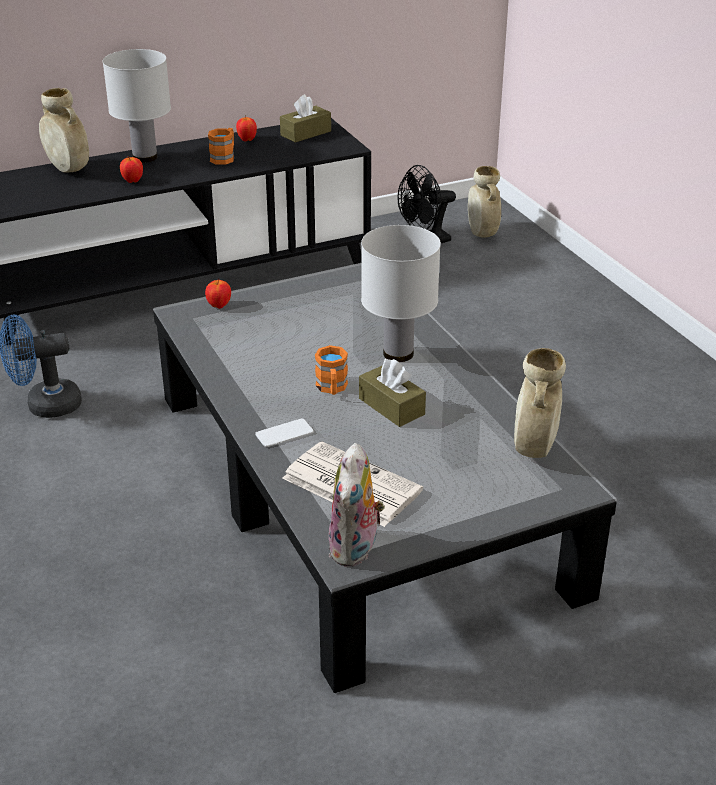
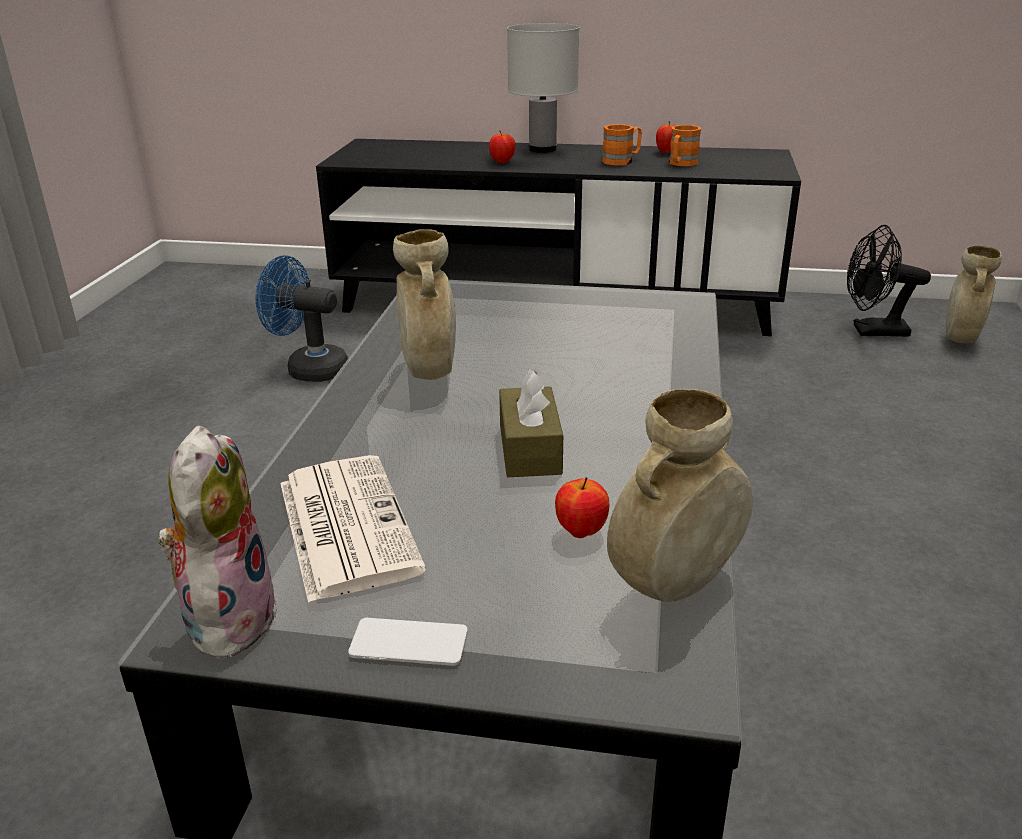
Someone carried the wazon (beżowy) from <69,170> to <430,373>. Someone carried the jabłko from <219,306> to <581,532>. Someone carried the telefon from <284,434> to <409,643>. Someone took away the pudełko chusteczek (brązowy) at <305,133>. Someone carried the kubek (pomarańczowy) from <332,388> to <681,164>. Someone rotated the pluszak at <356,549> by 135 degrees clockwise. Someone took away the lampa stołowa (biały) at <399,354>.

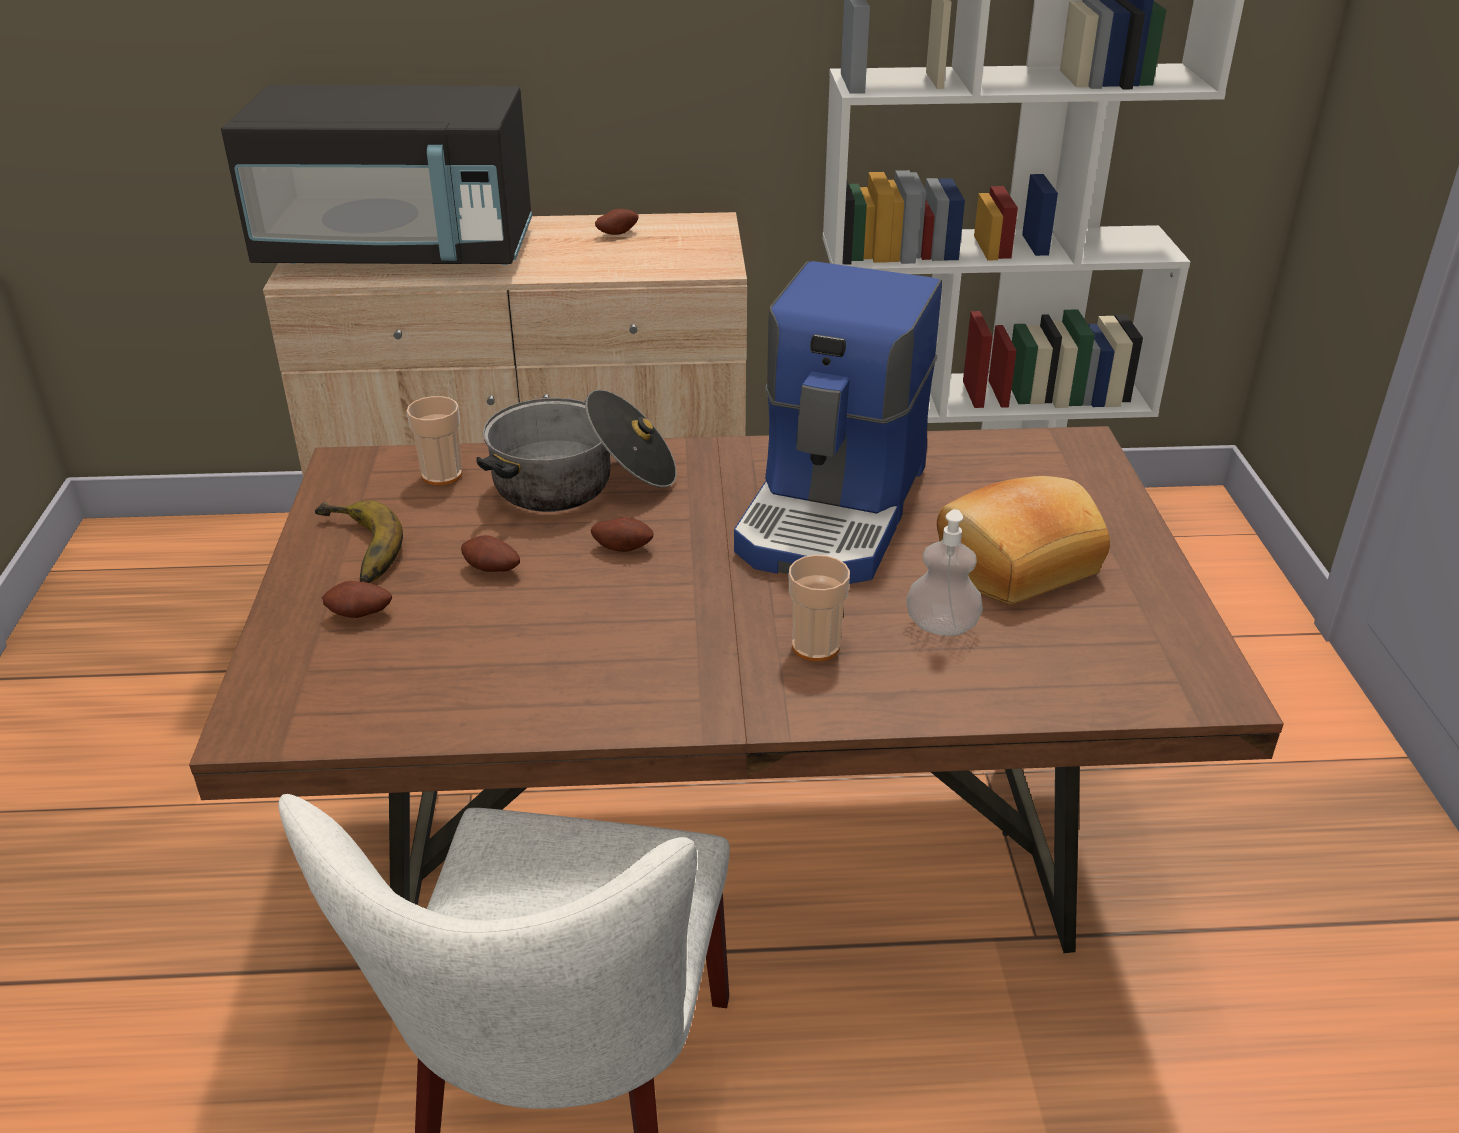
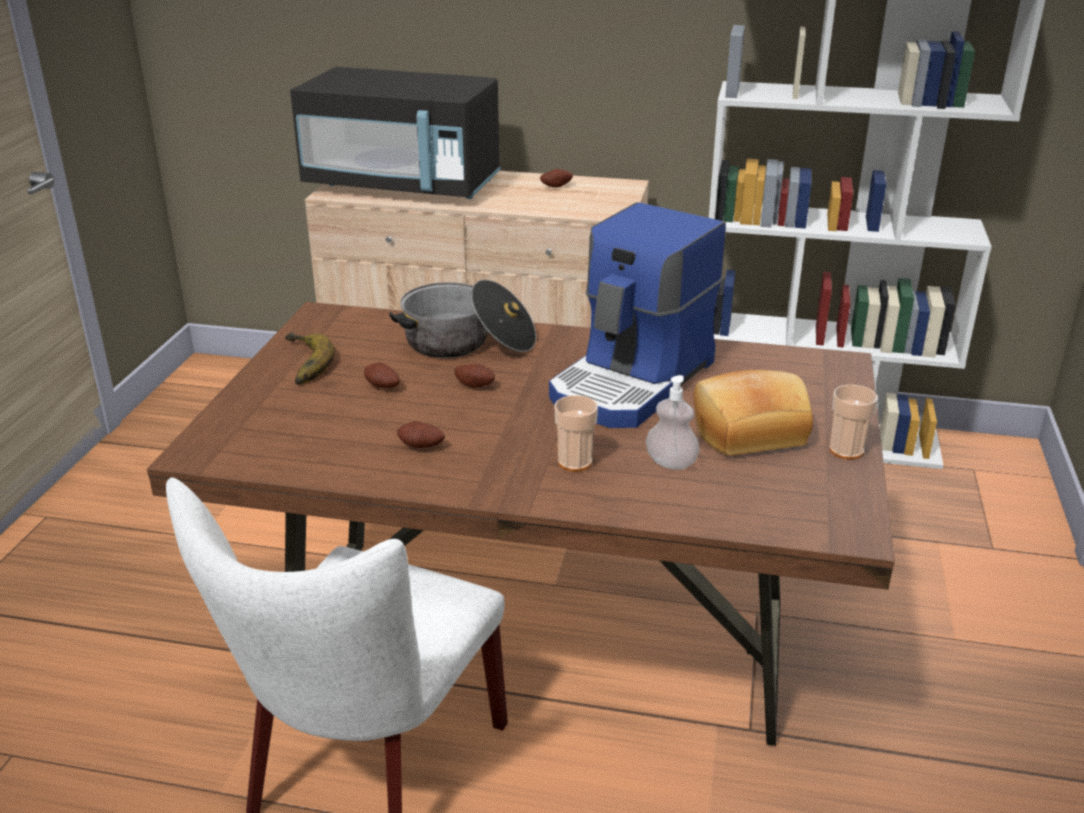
Someone carried the ziemniak from <359,615> to <421,447>. Someone carried the filiżanka from <442,475> to <846,450>.

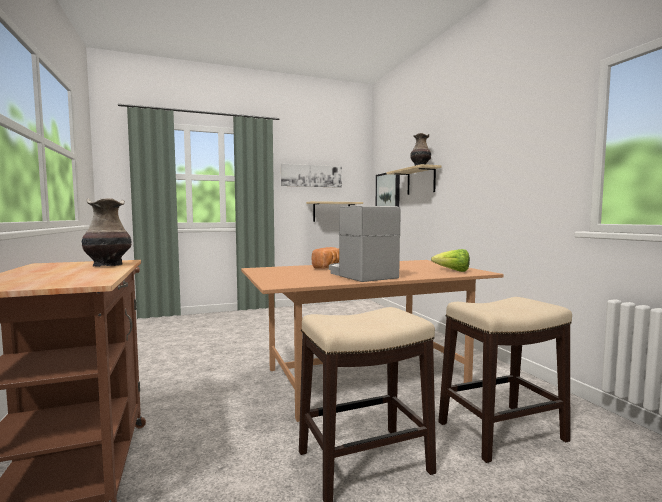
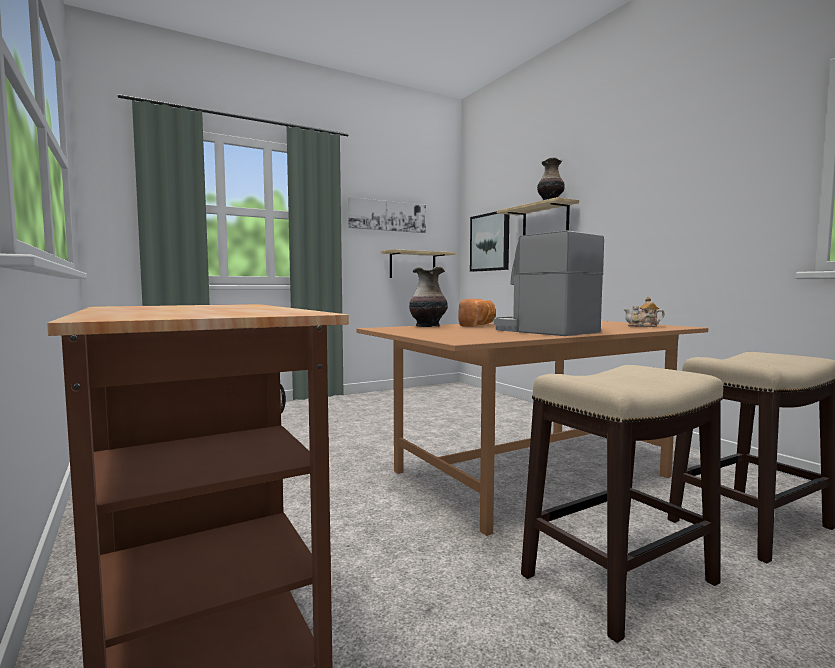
Someone carried the wazon from <107,265> to <427,326>. Someone swapped the sałata at <453,271> for the imbryk at <643,326>.

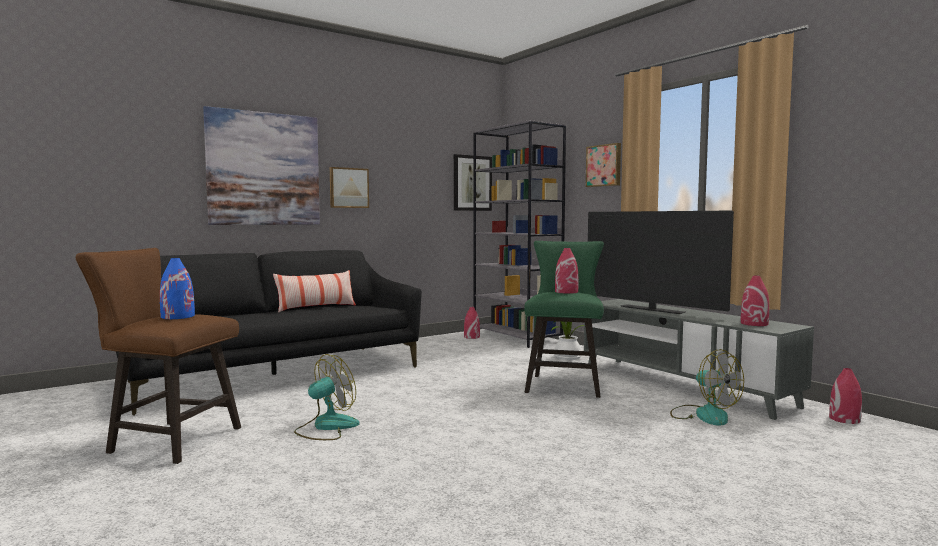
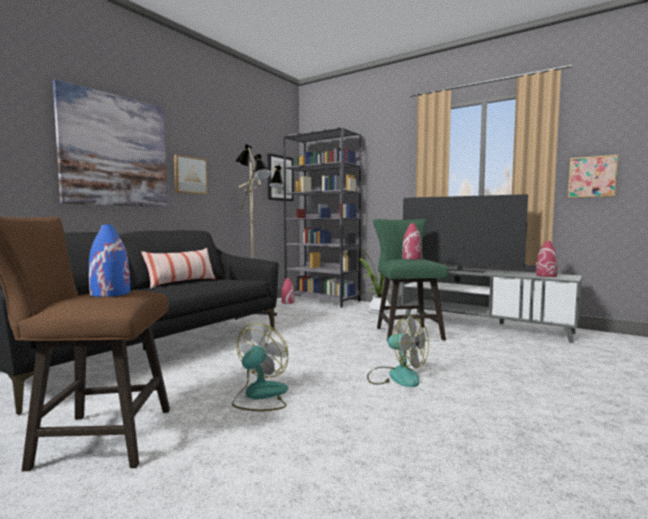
Someone carried the obraz from <604,165> to <592,177>. Someone carried the wentylator from <703,415> to <396,376>. Someone took away the wazon (czerwony) at <844,419>. Someone put down the lampa stojąca at <257,314>.

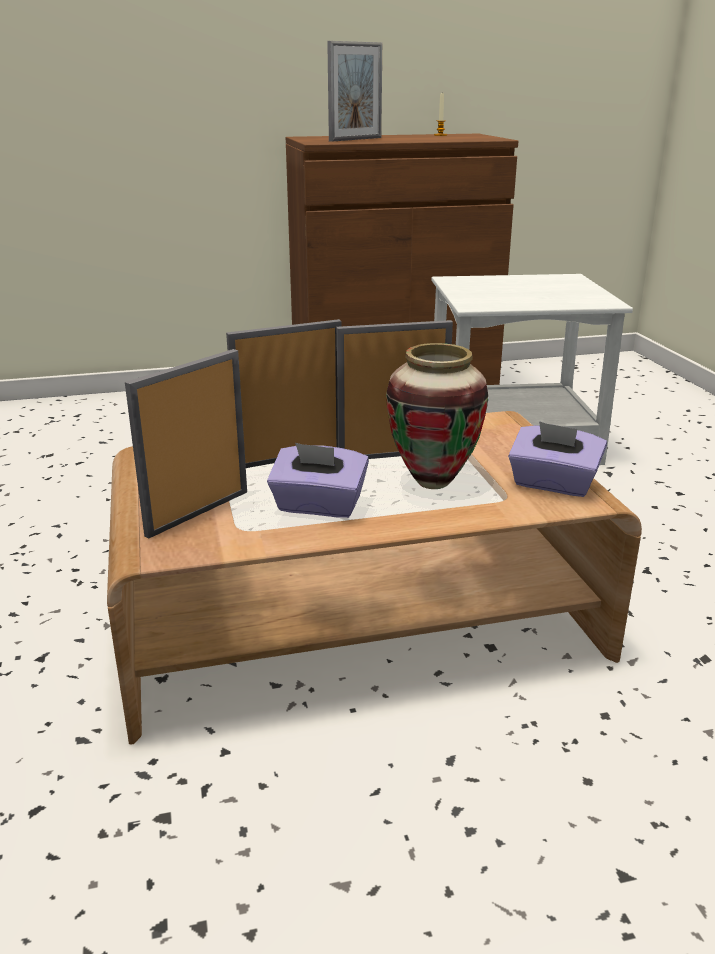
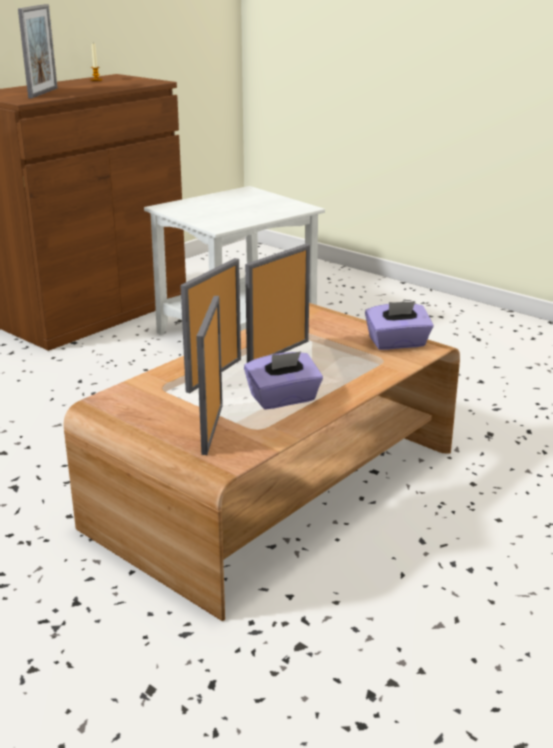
Someone took away the wazon at <433,482>.

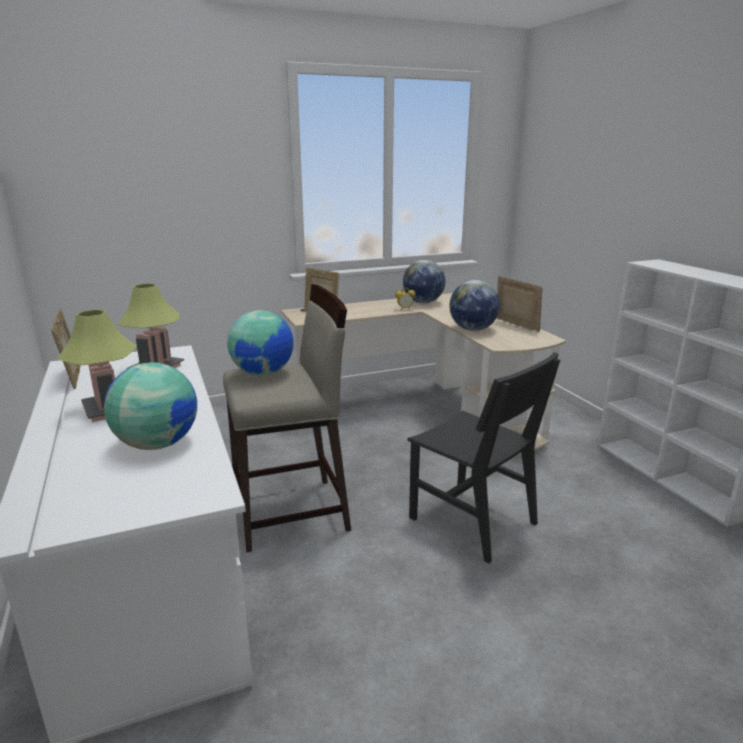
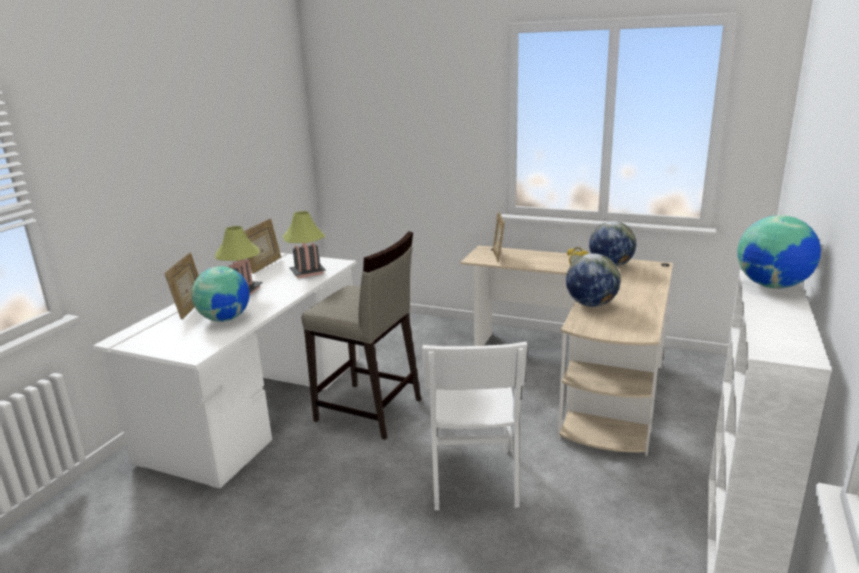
Someone carried the globus from <263,373> to <772,286>. Someone repainted the krzesło (czarny) at <472,521>, which became the krzesło (biały) at <473,477>. Someone carried the ramka na zdjęcie from <516,326> to <190,308>.

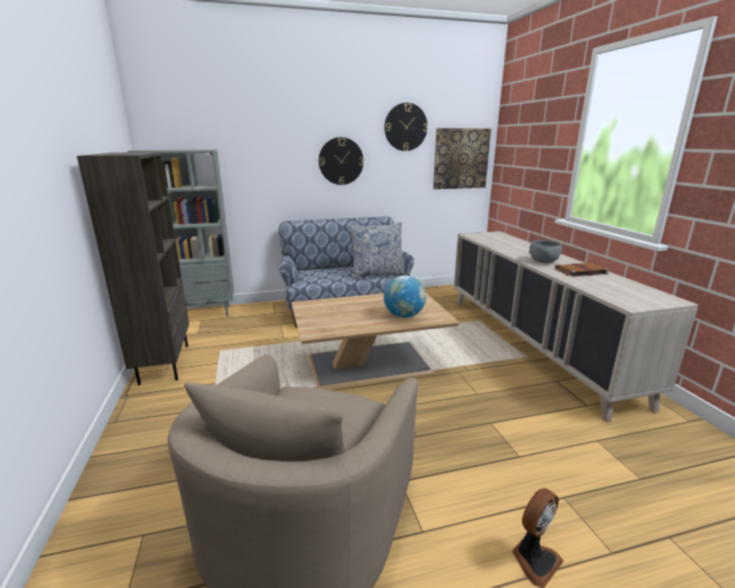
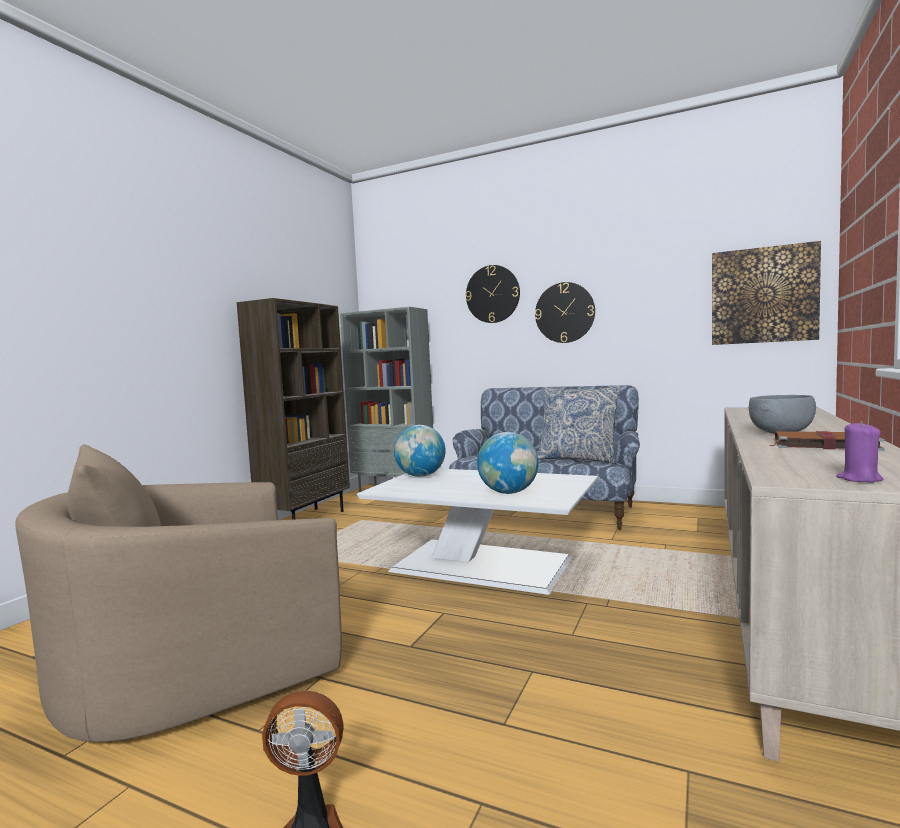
Someone repainted the ława (brązowy) at <371,363>, which became the ława (biały) at <485,564>. Someone carried the zegar ścienny from <405,127> to <492,294>. Someone put down the globus at <421,476>. Someone put down the świeca (fioletowy) at <859,479>.

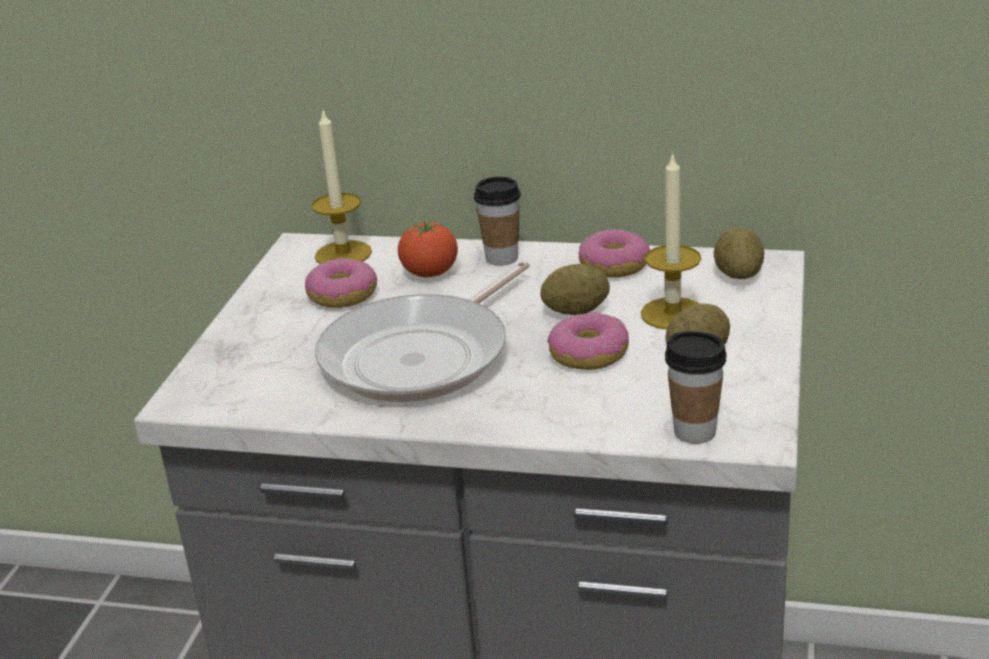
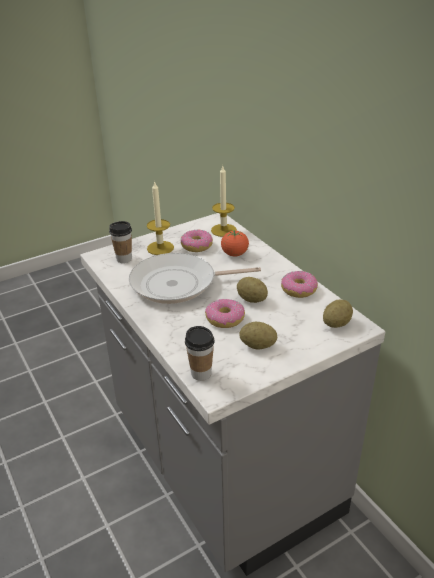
Someone carried the filiżanka from <501,258> to <124,259>. Someone carried the świeca from <673,313> to <160,248>.

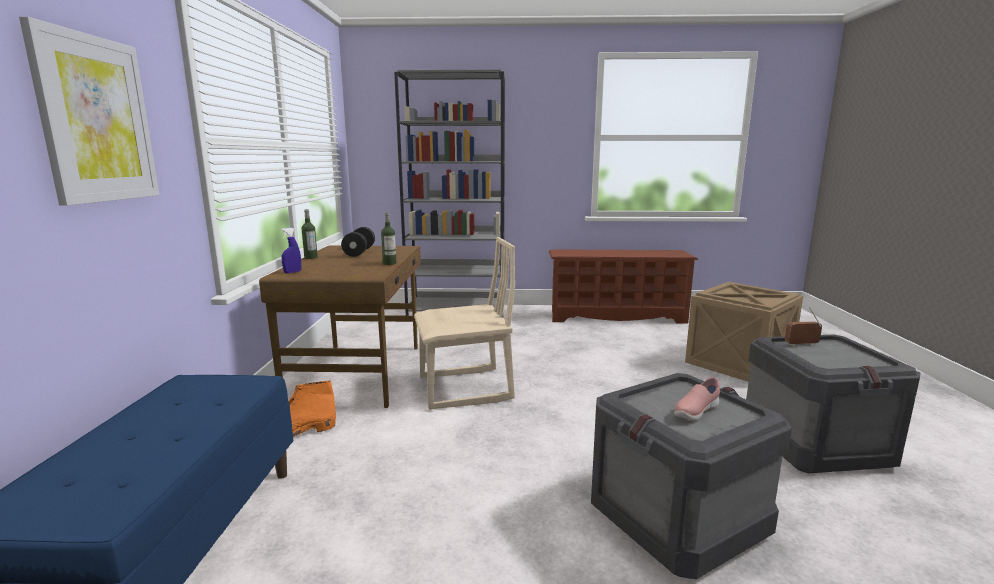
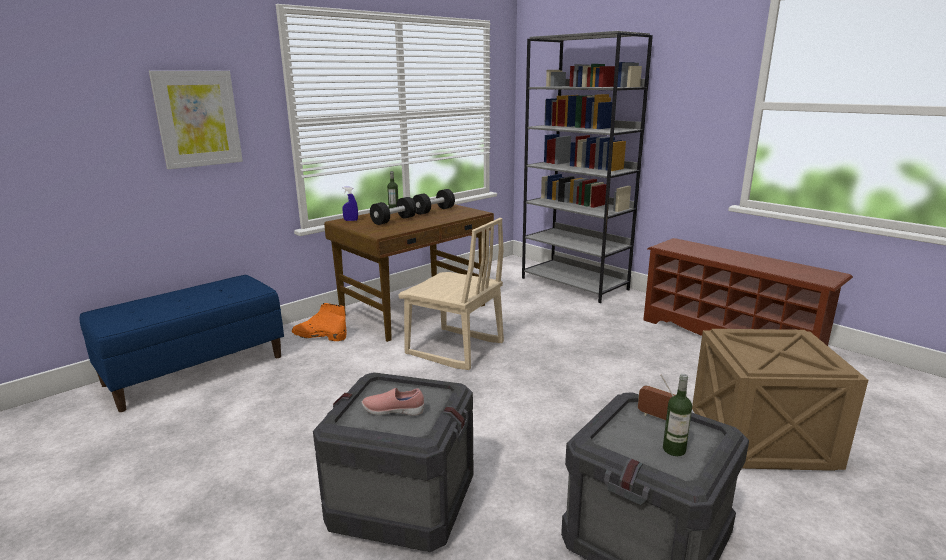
Someone carried the butelka from <389,263> to <674,449>. Someone put down the hantel (czarny) at <394,220>.

